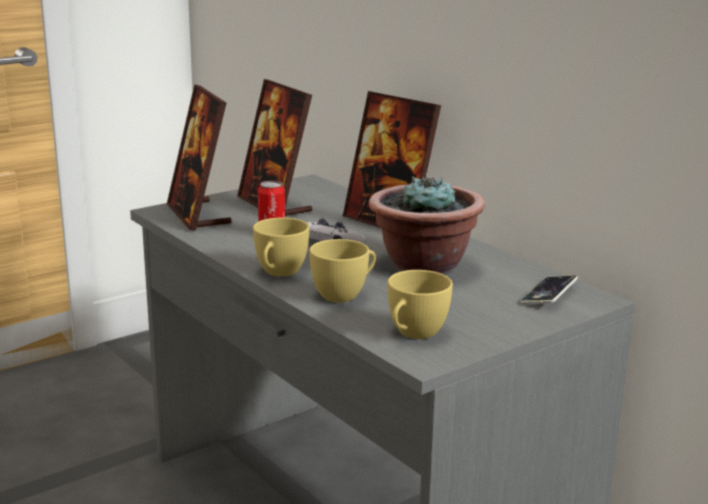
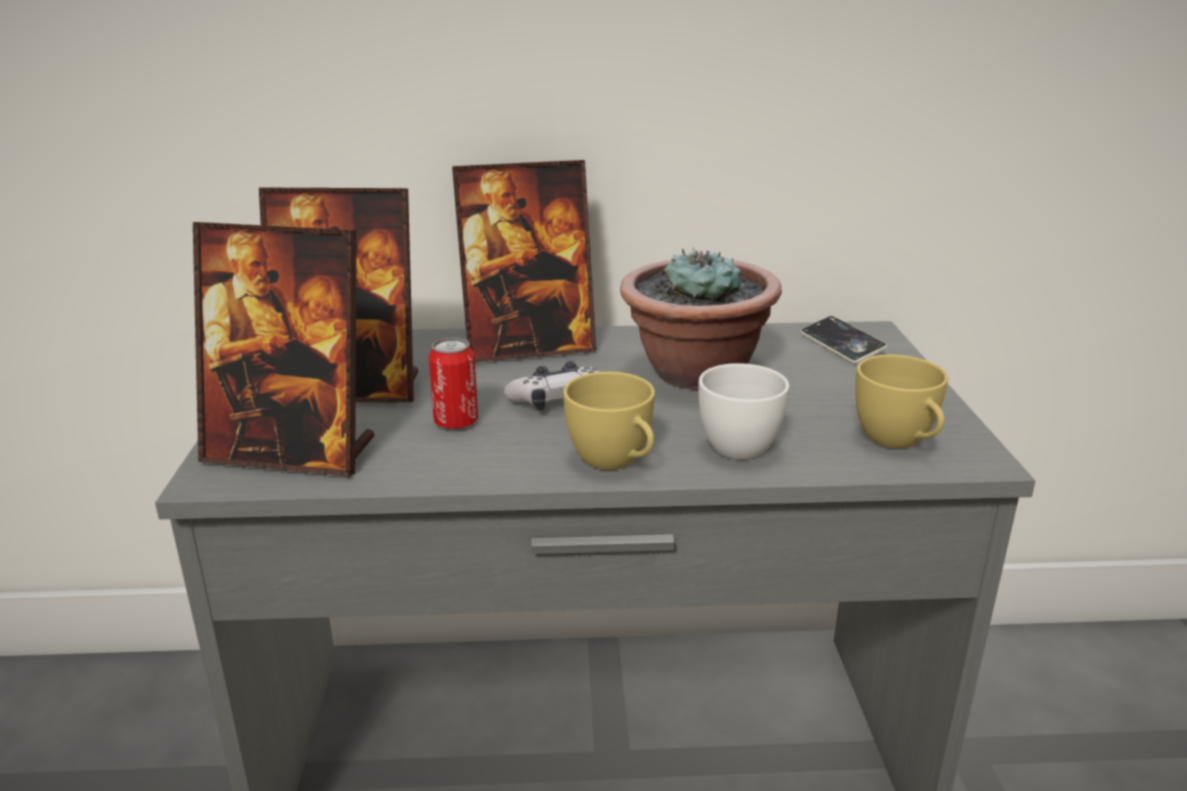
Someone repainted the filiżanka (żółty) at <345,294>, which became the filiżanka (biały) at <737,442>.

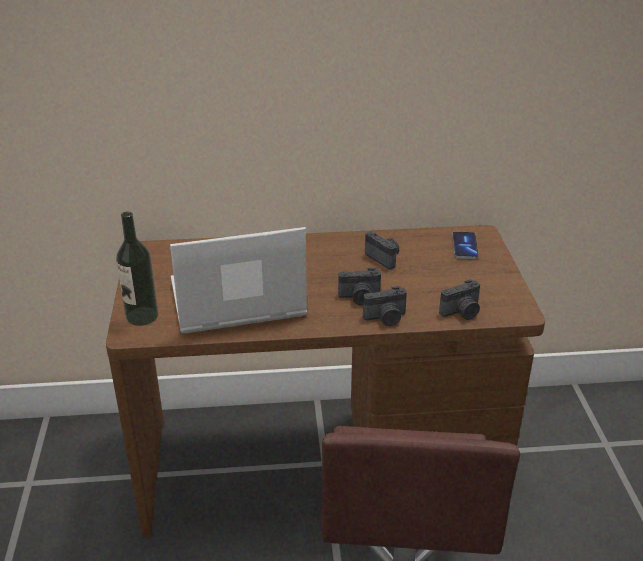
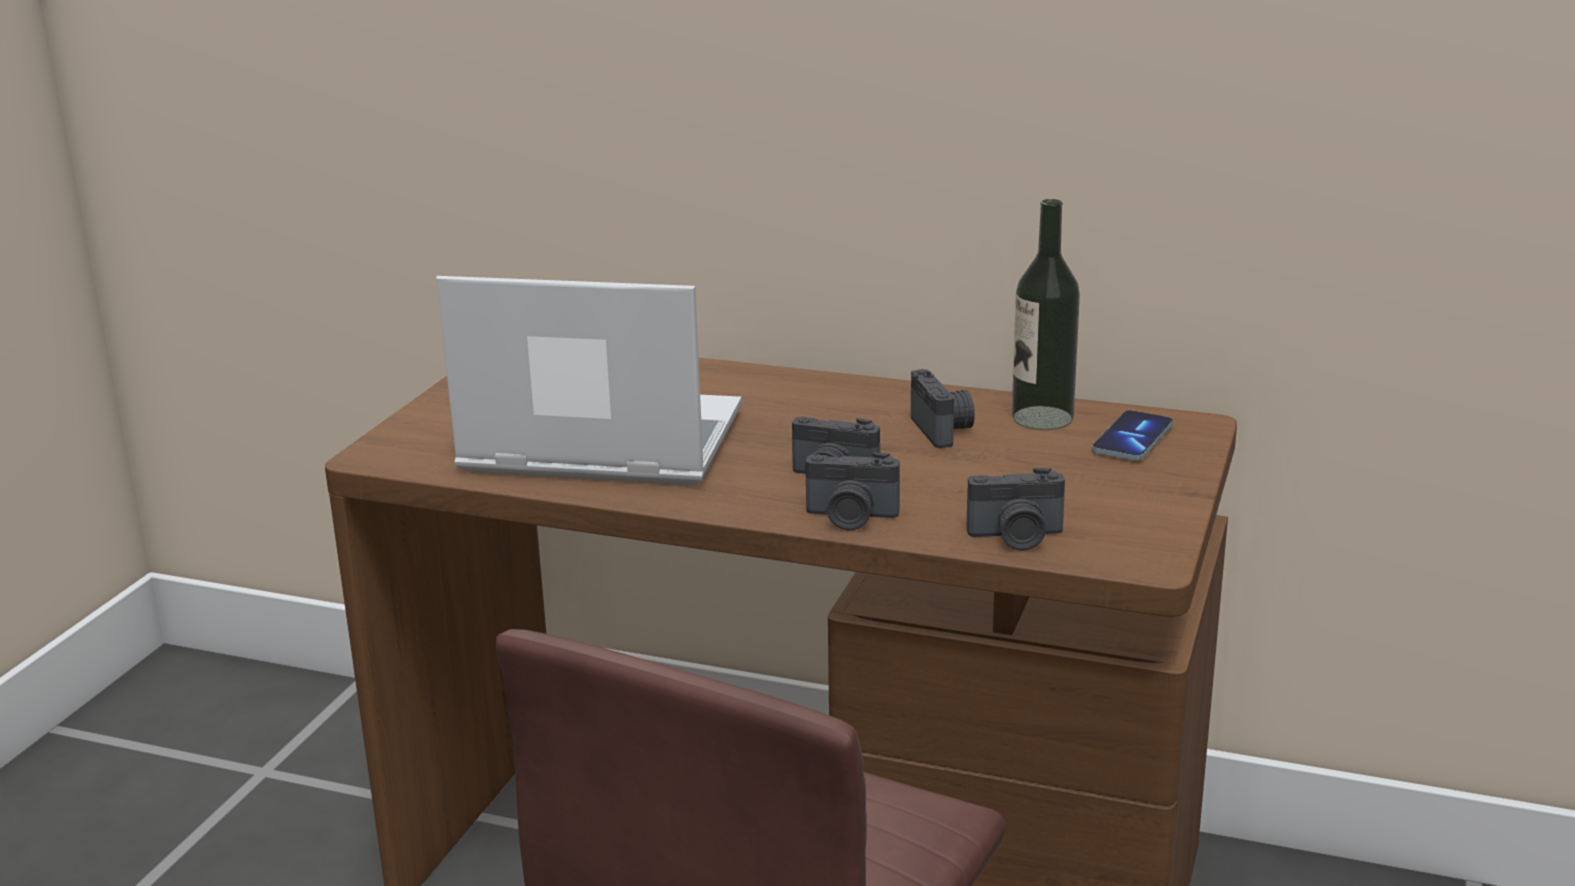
Someone carried the butelka from <142,316> to <1042,418>.

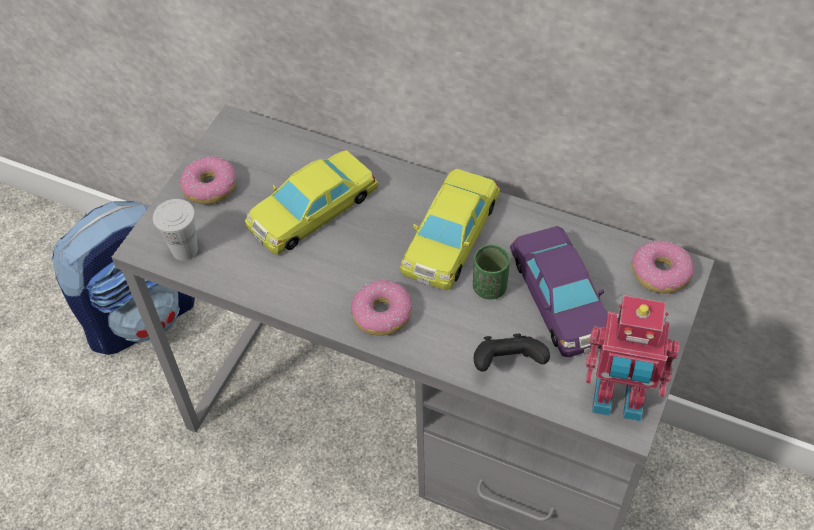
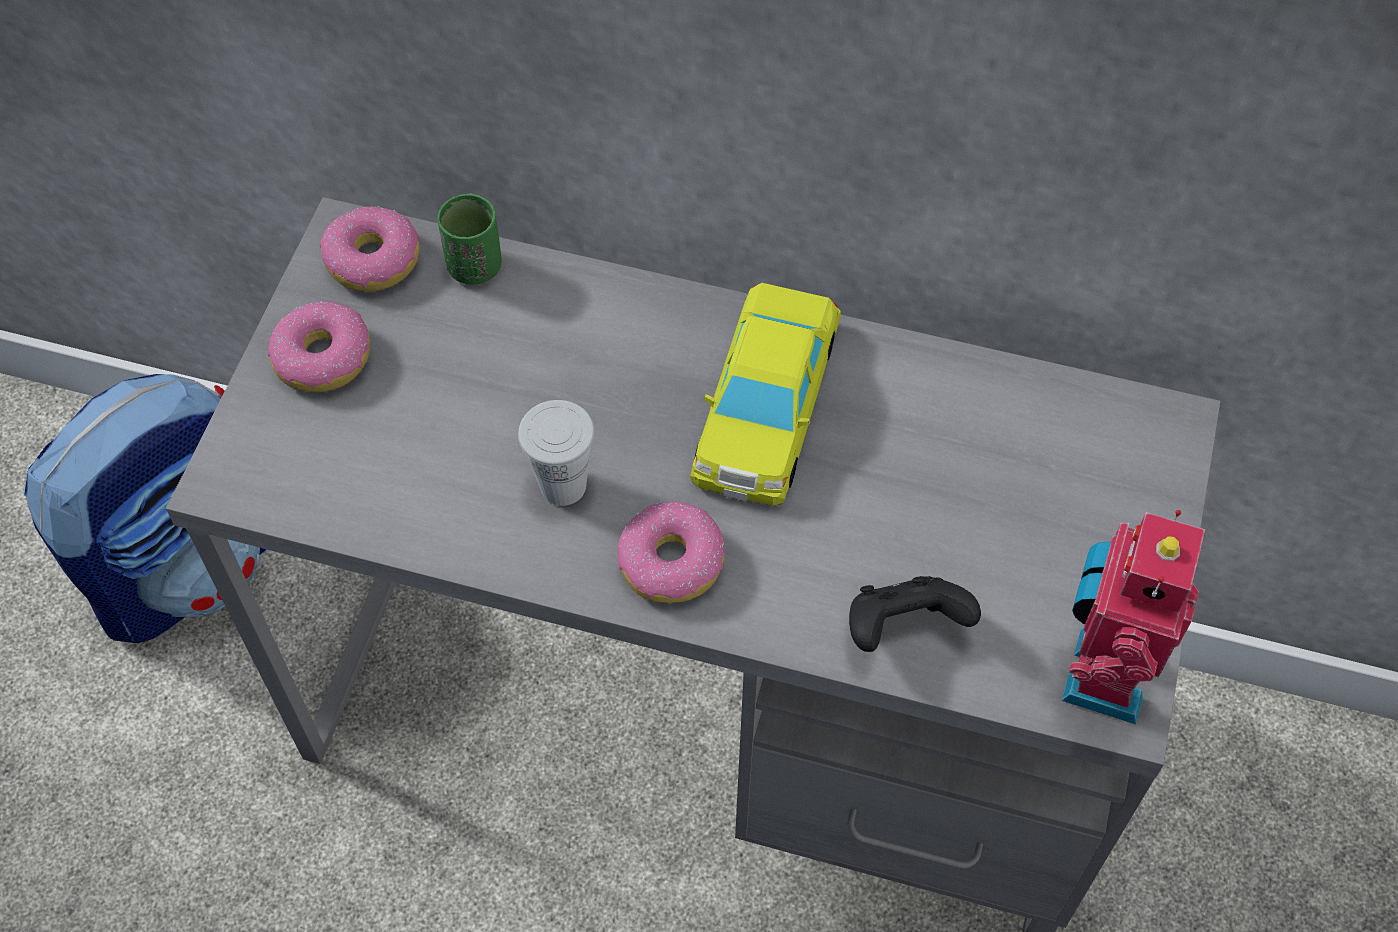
Someone carried the filiżanka (biały) from <185,250> to <563,485>. Someone took away the samochodzik (żółty) at <312,208>. Someone carried the filiżanka (zielony) from <489,287> to <475,266>. Someone took away the samochodzik (fioletowy) at <561,297>. Someone rotated the robot zabawkowy at <618,401> by 105 degrees clockwise. Someone carried the donut from <660,273> to <373,260>.

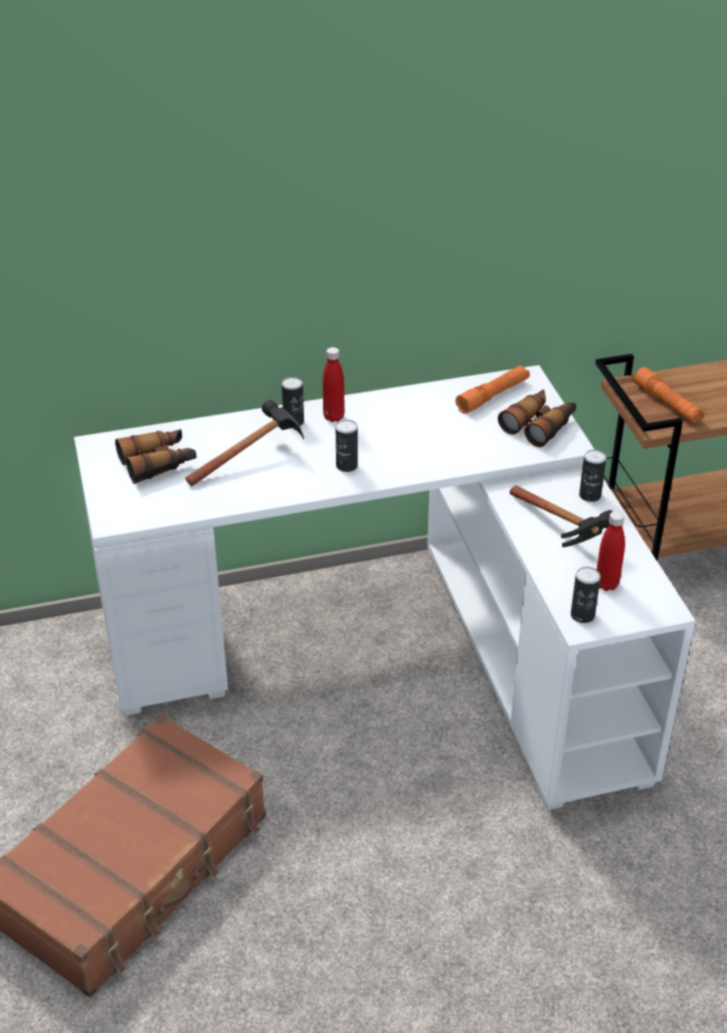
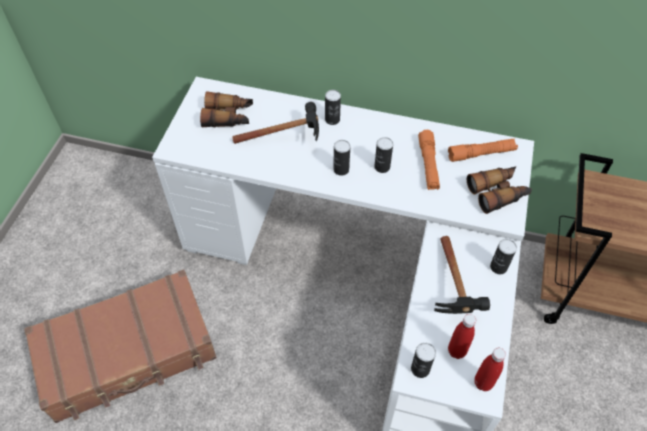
Someone carried the butelka (czerwony) from <333,417> to <483,383>. Someone carried the latarka (pomarańczowy) from <667,404> to <428,165>. Someone put down the puszka at <382,167>.

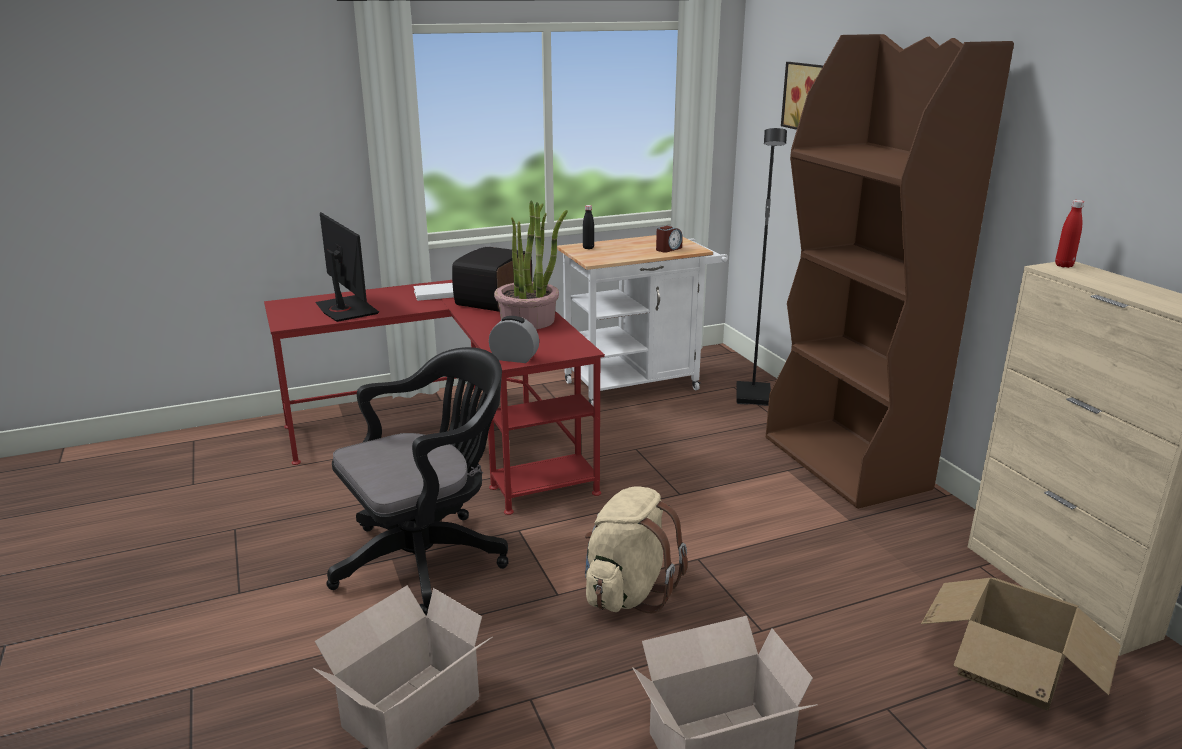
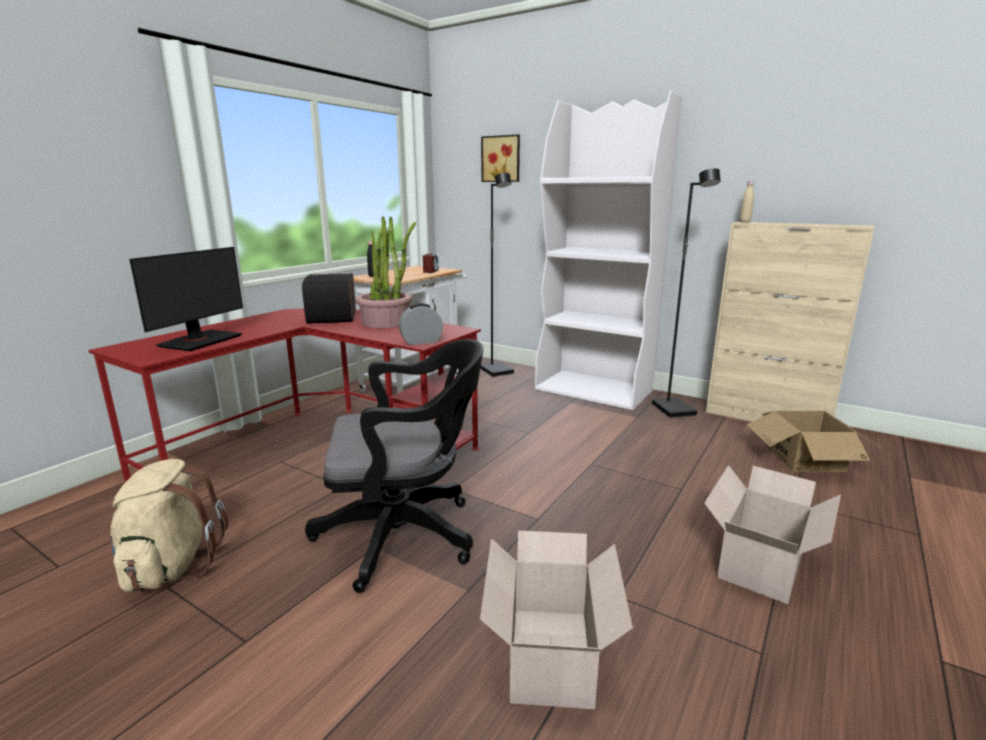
Someone rotated the monitor at <345,309> by 90 degrees clockwise. Someone rotated the krzesło biurowe (czarny) at <428,558> by 60 degrees clockwise. Someone took away the książka (biały) at <435,294>. Someone carried the plecak (beżowy) from <628,592> to <171,566>. Someone repainted the regał (brązowy) at <846,463>, which became the regał (biały) at <594,390>. Someone repainted the butelka (czerwony) at <1064,265>, which became the butelka (beżowy) at <744,222>. Someone put down the lampa stojąca (czarny) at <674,410>.

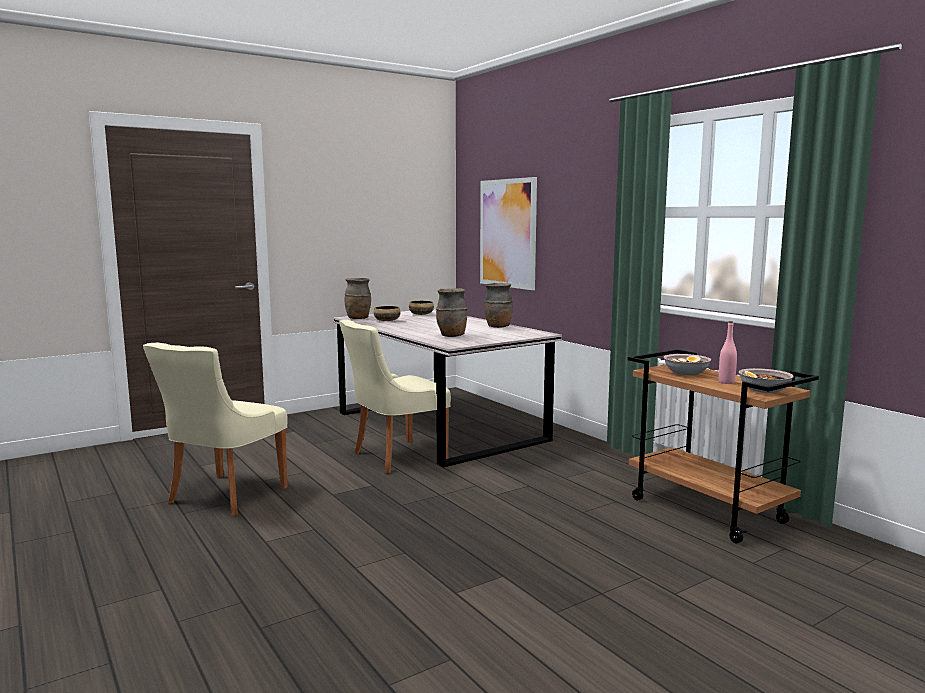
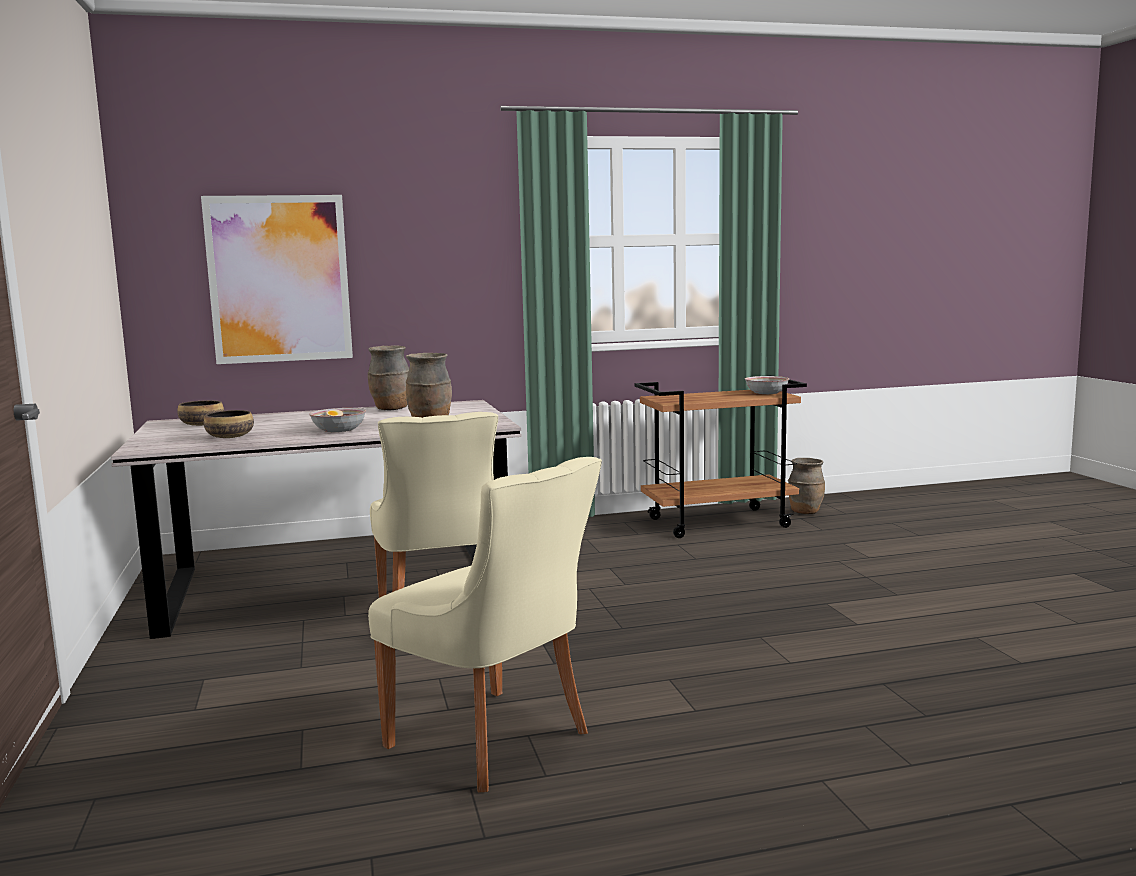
Someone carried the wazon (brązowy) from <358,318> to <805,512>. Someone carried the miska from <686,373> to <339,430>. Someone took away the butelka (różowy) at <726,382>.

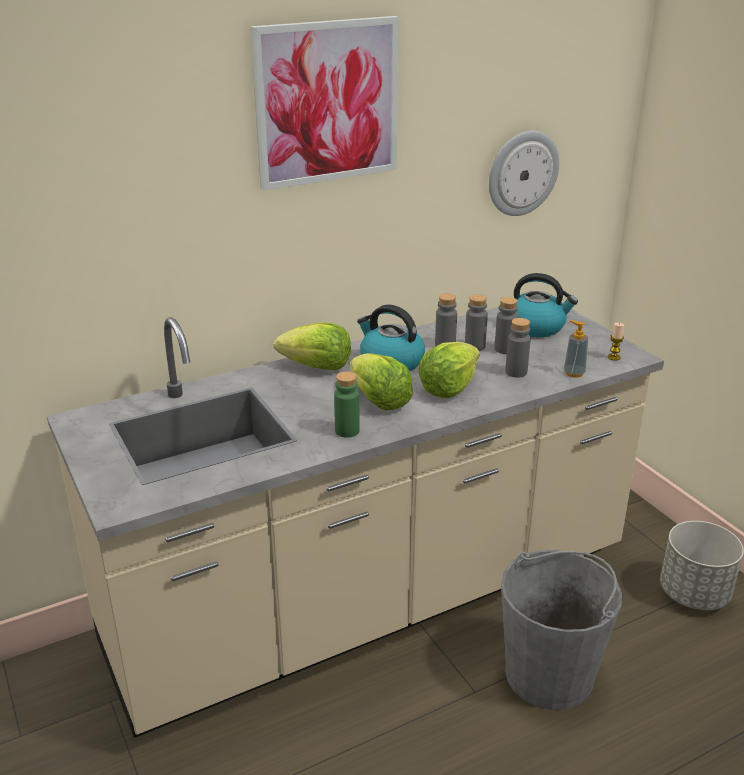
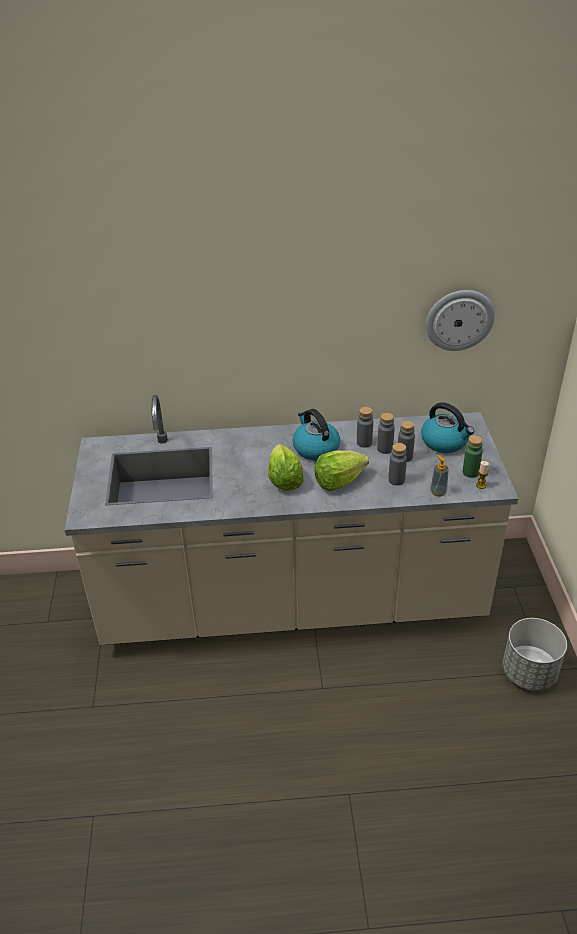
Someone took away the obraz at <327,102>. Someone took away the sałata at <317,367>. Someone carried the butelka (zielony) from <347,431> to <470,472>. Someone took away the wiadro (szary) at <550,674>.

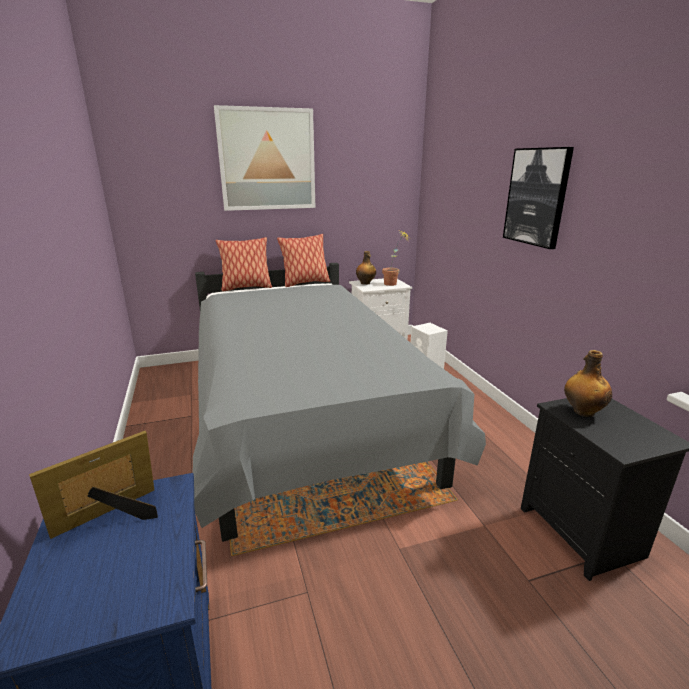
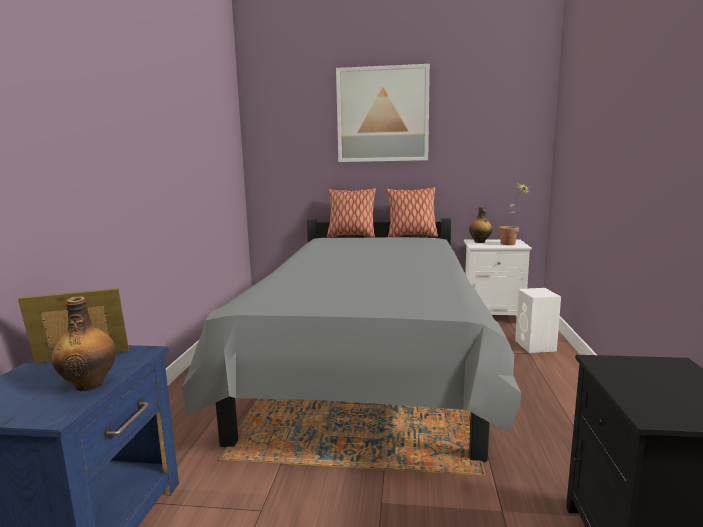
Someone took away the obraz at <536,197>. Someone carried the butelka from <582,411> to <90,384>.

